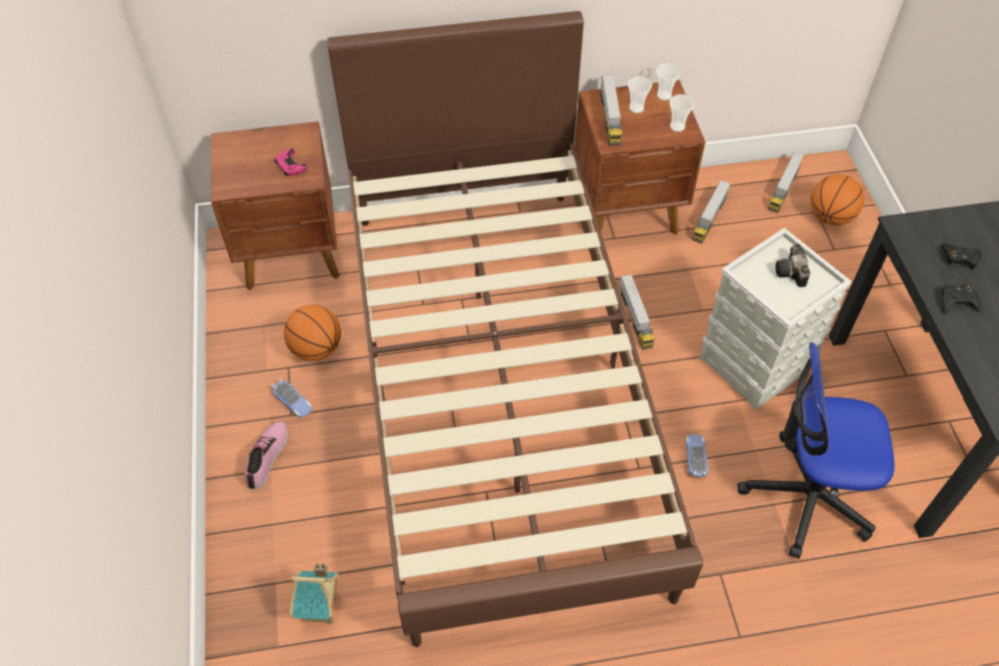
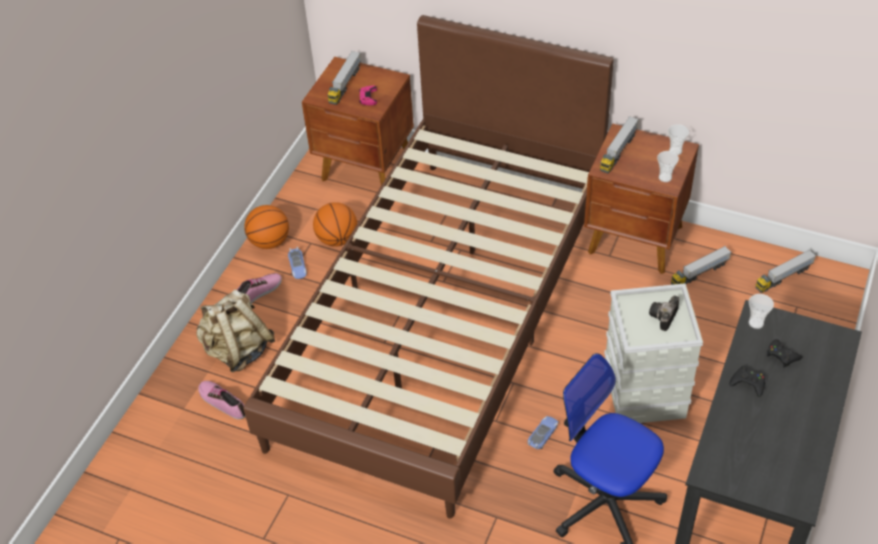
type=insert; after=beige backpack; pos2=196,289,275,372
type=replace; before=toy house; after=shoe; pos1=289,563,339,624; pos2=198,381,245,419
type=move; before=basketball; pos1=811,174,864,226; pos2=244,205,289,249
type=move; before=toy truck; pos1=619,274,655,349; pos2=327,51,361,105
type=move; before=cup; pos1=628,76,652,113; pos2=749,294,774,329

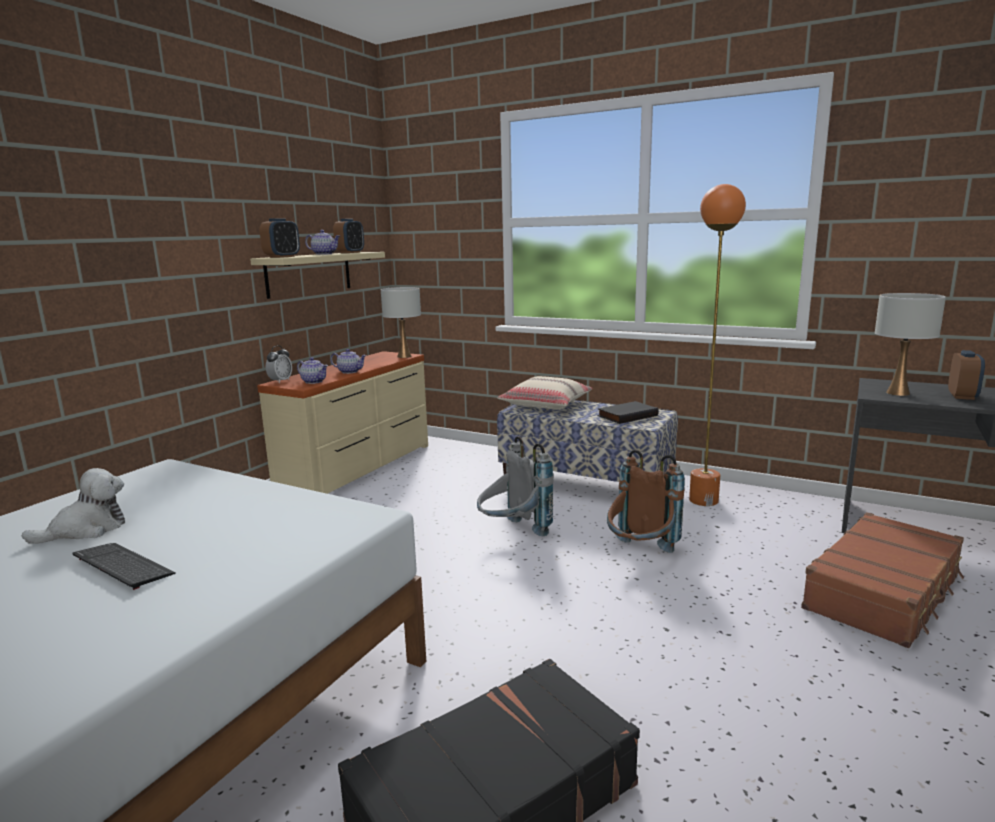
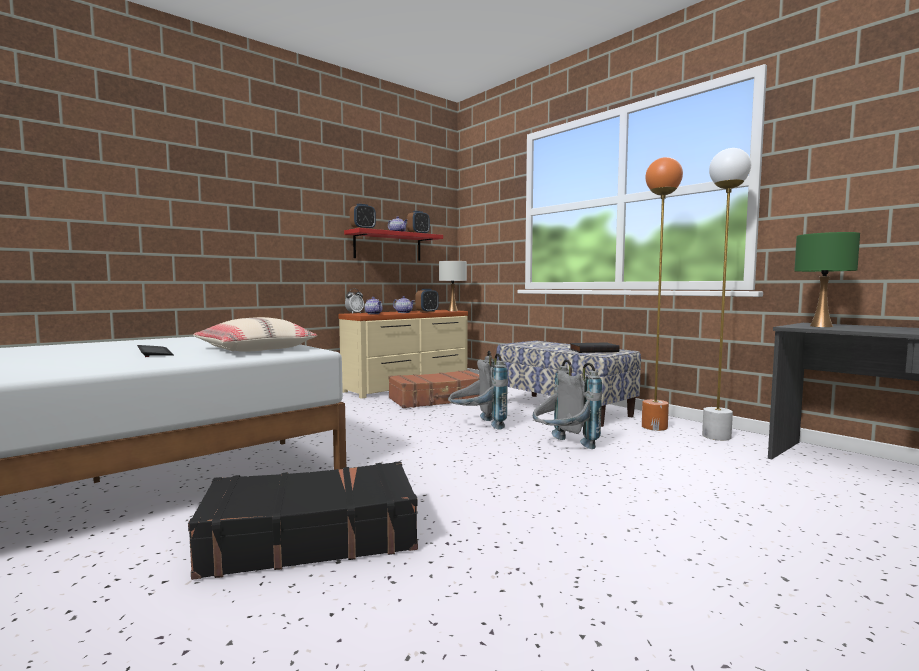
type=move; before=beige pillow; pos1=497,376,593,410; pos2=193,317,317,352
type=recolor; before=beige shelf; after=red shelf; pos1=250,252,385,299; pos2=344,228,443,261
type=move; before=brown suitcase; pos1=801,512,964,648; pos2=388,370,480,408
type=move; before=alarm clock; pos1=948,350,985,400; pos2=415,289,439,312
type=recolor; before=brown backpack; after=grey backpack; pos1=607,450,685,553; pos2=533,359,602,449
type=insert; after=white floor lamp; pos2=702,148,751,441
type=recolor; before=white table lamp; after=green table lamp; pos1=875,293,946,396; pos2=794,232,860,327
type=delete; before=plush toy; pos1=22,468,125,544

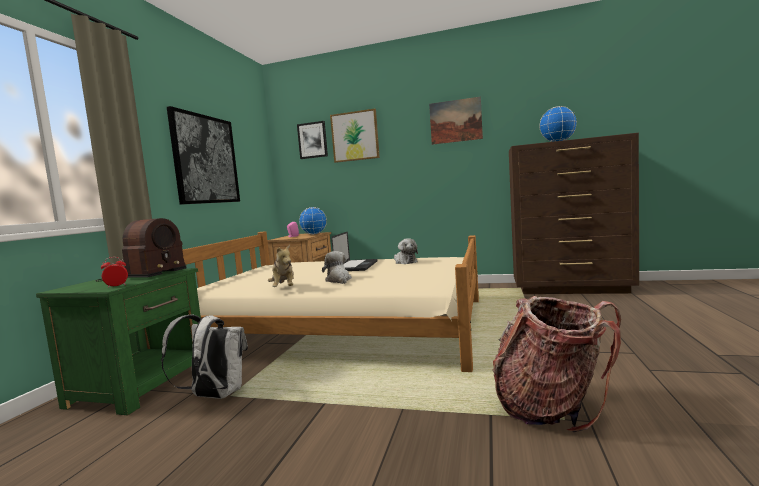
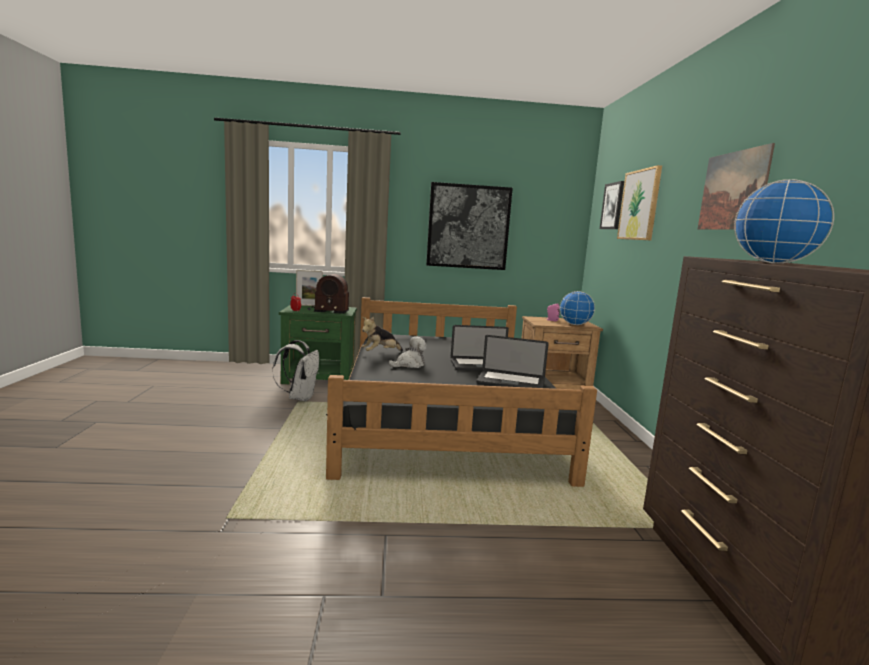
type=insert; after=picture frame; pos2=296,270,323,306
type=recolor; before=beige bed; after=black bed; pos1=183,231,479,372; pos2=326,297,597,487
type=replace; before=plush toy; after=laptop; pos1=394,238,418,264; pos2=476,335,549,388
type=delete; before=backpack; pos1=492,296,621,432

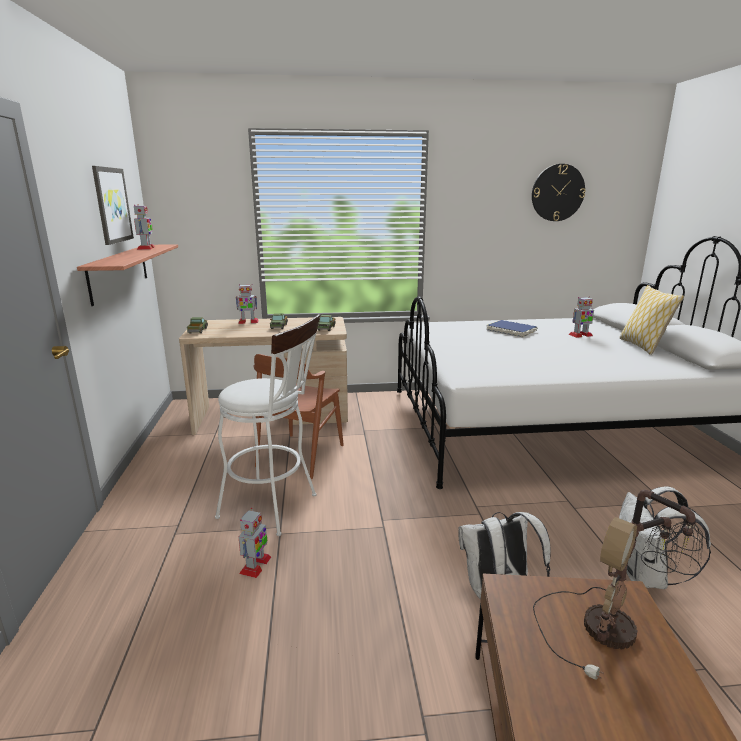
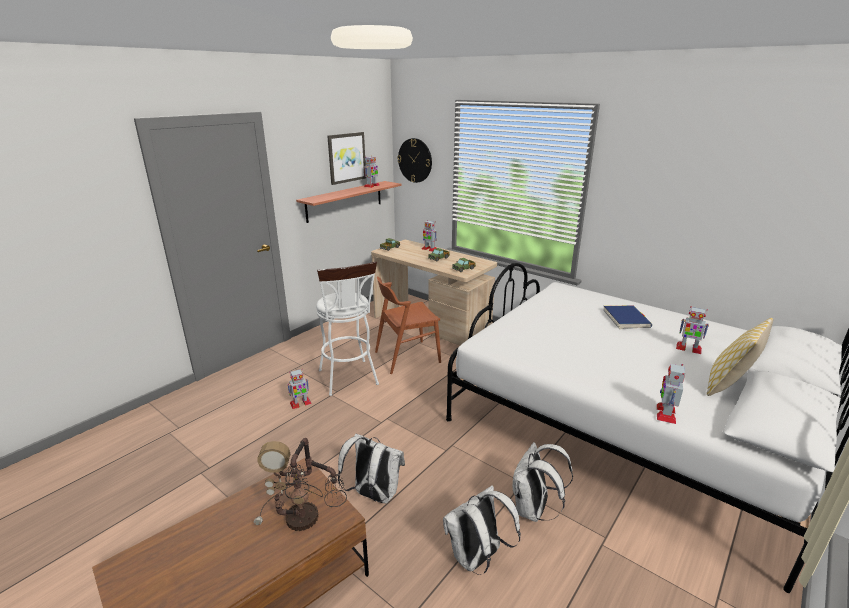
type=move; before=wall clock; pos1=532,164,586,221; pos2=397,138,432,183
type=insert; after=white backpack; pos2=513,442,573,522
type=insert; after=toy robot; pos2=657,364,685,424

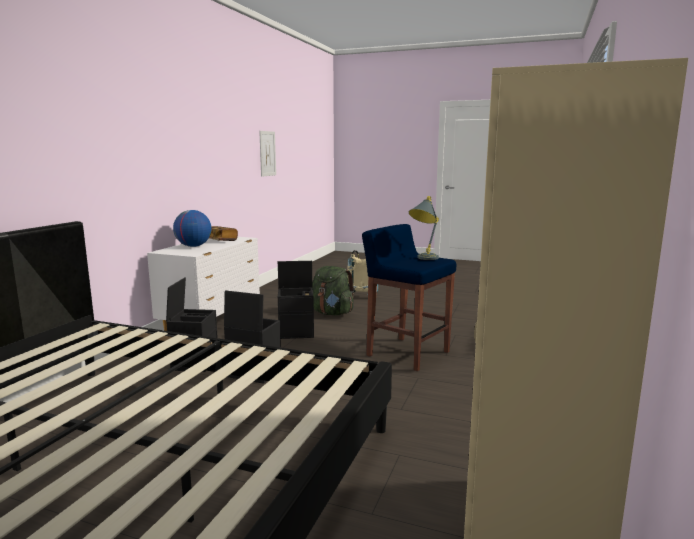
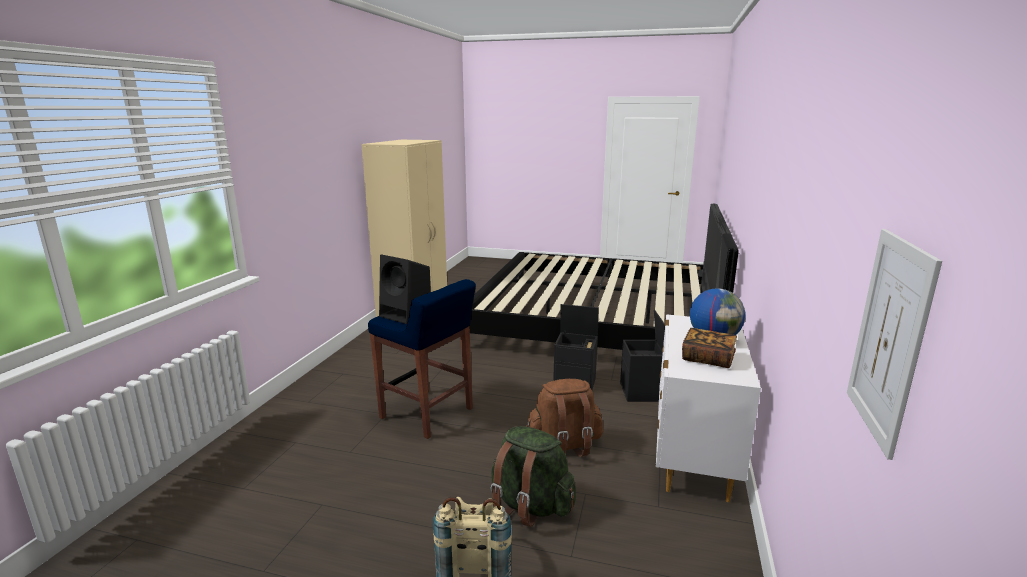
type=replace; before=grey table lamp; after=black speaker; pos1=409,196,439,260; pos2=379,254,431,324
type=replace; before=black storage box; after=brown backpack; pos1=278,261,314,339; pos2=526,379,603,457

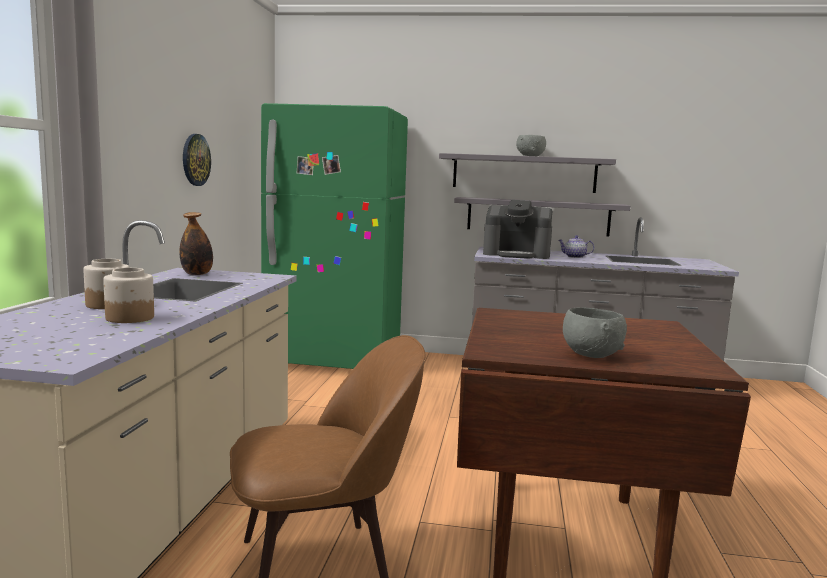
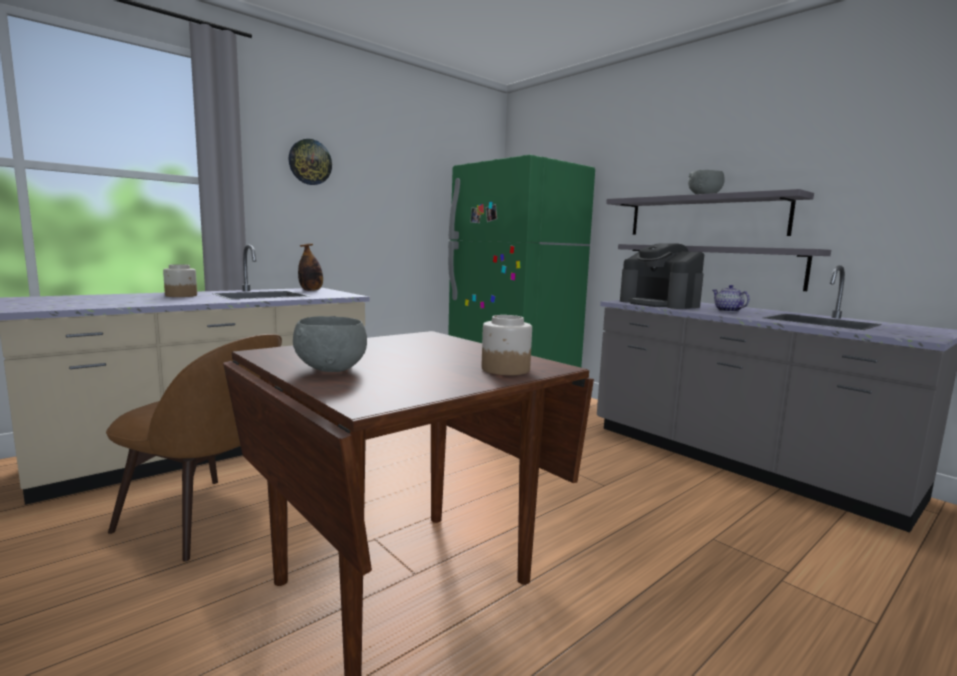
type=move; before=wall clock; pos1=183,134,211,186; pos2=289,139,332,185
type=move; before=jar; pos1=103,268,154,323; pos2=482,315,532,375

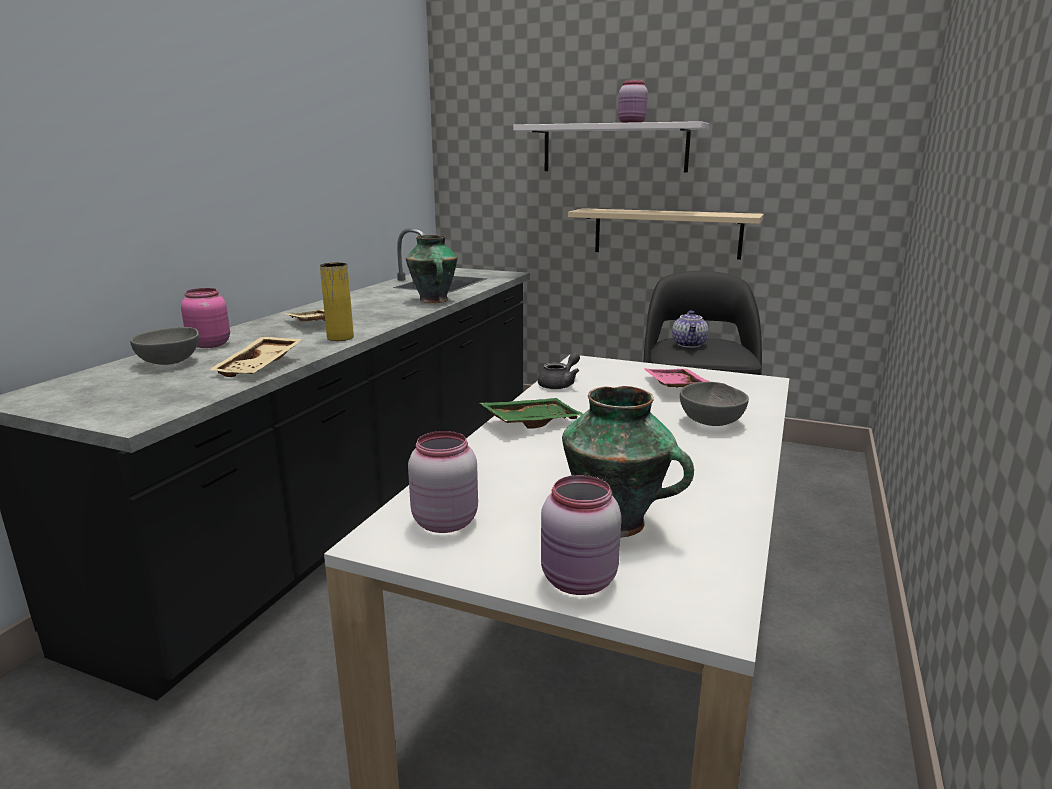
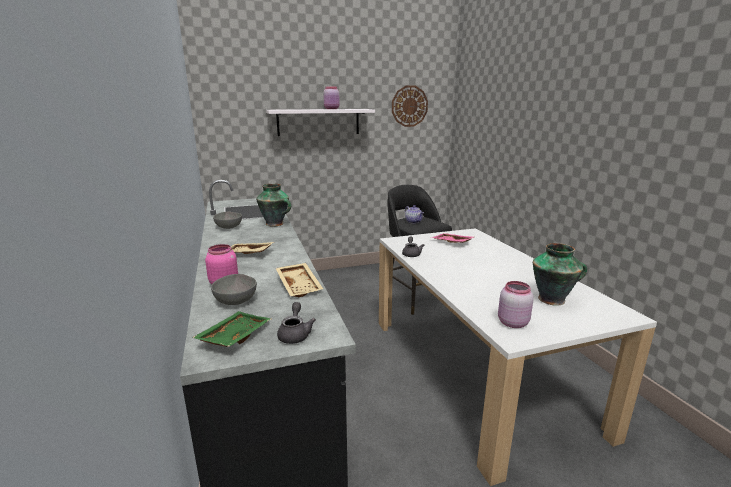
type=move; before=green tray; pos1=480,398,583,429; pos2=192,311,271,347
type=move; before=grey bowl; pos1=680,382,749,426; pos2=213,212,242,229
type=insert; after=grey teapot; pos2=277,302,316,344
type=insert; after=wall clock; pos2=392,86,428,127
type=delete; before=yellow vase; pos1=320,263,354,341
type=delete; before=pink jar; pos1=541,475,621,595
type=delete; before=beige shelf; pos1=568,208,764,260

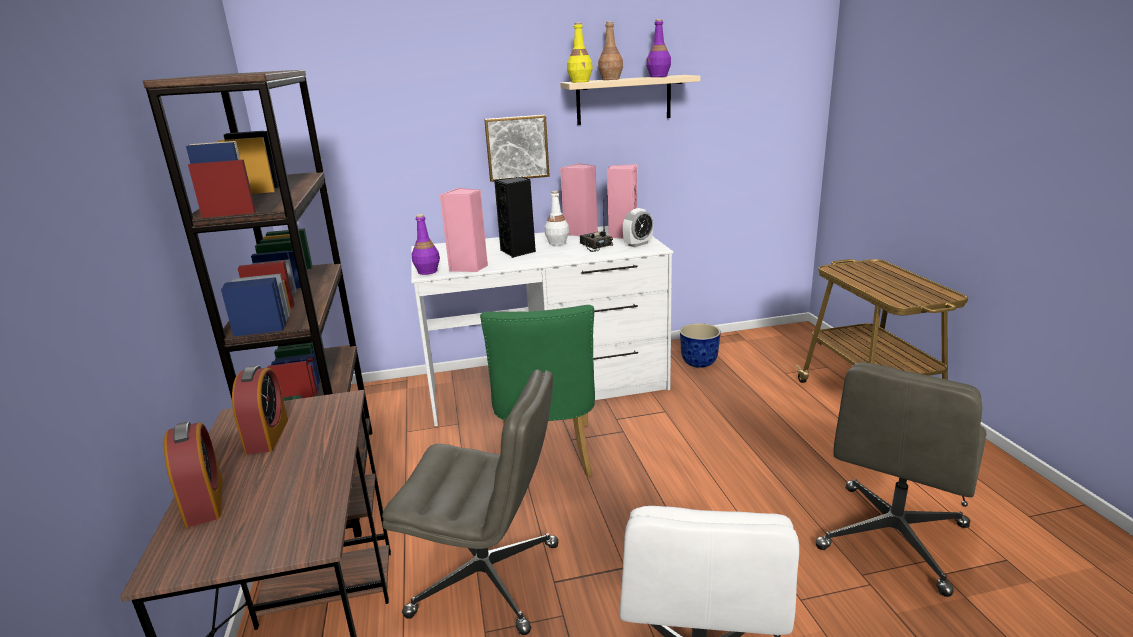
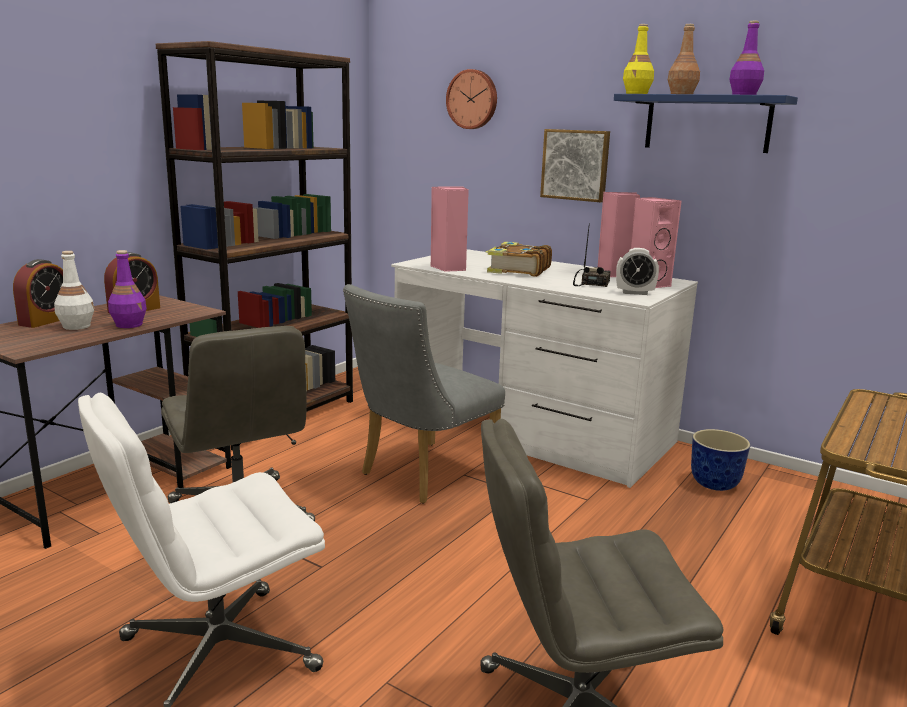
type=move; before=white bottle; pos1=545,191,569,245; pos2=54,251,94,330
type=move; before=purple bottle; pos1=412,214,440,275; pos2=108,250,147,328
type=recolor; before=green chair; after=grey chair; pos1=480,305,595,477; pos2=343,284,505,504
type=insert; after=wall clock; pos2=446,69,497,129
type=replace; before=black speaker; after=book; pos1=494,177,536,258; pos2=486,242,552,277
type=recolor; before=beige shelf; after=blue shelf; pos1=560,75,701,125; pos2=614,94,798,153

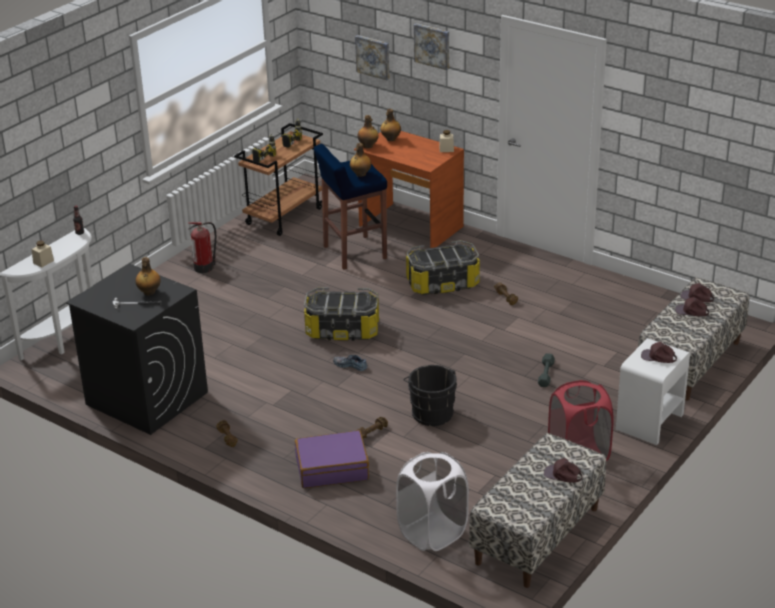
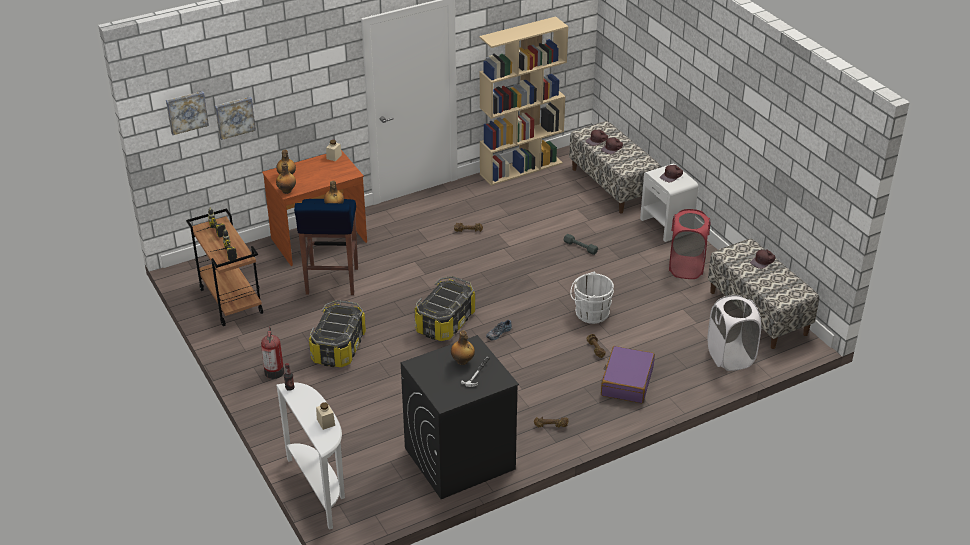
type=move; before=picture; pos1=414,23,449,70; pos2=166,91,209,135
type=move; before=storage box; pos1=406,240,480,295; pos2=309,300,366,367
type=insert; after=beige bookcase; pos2=479,16,568,186
type=recolor; before=black bucket; after=white bucket; pos1=403,365,457,426; pos2=570,272,614,324

